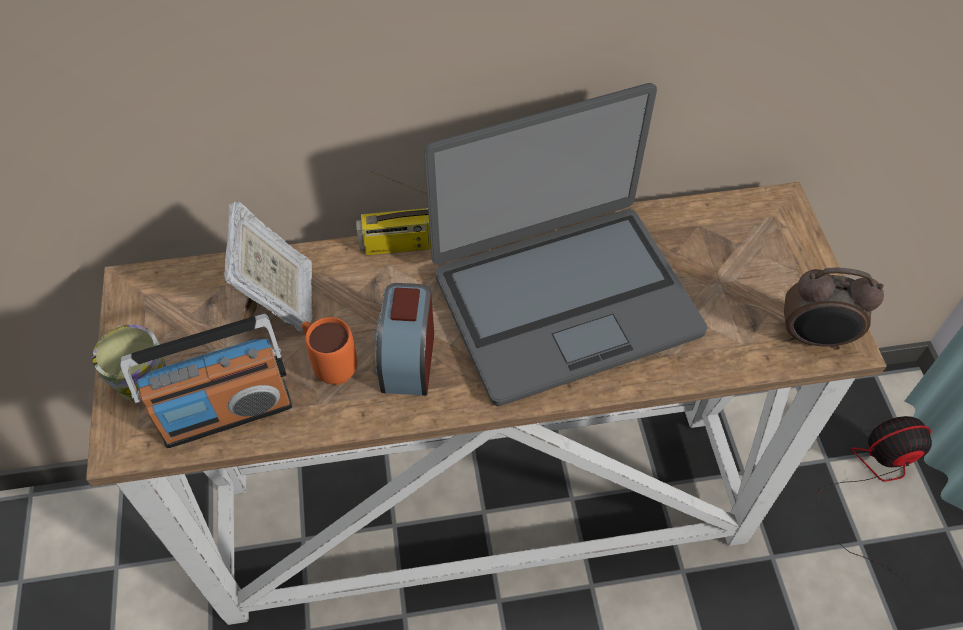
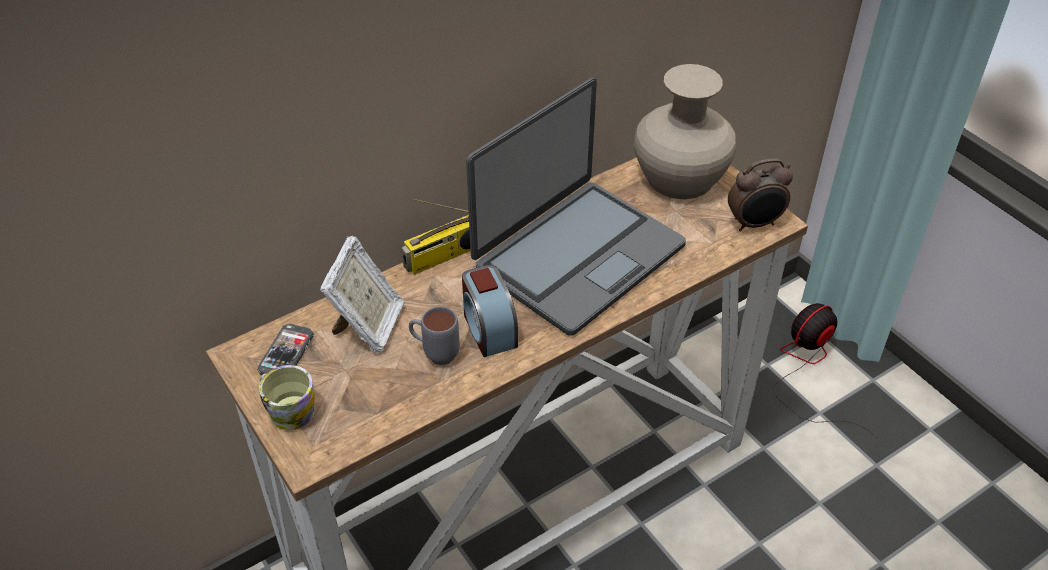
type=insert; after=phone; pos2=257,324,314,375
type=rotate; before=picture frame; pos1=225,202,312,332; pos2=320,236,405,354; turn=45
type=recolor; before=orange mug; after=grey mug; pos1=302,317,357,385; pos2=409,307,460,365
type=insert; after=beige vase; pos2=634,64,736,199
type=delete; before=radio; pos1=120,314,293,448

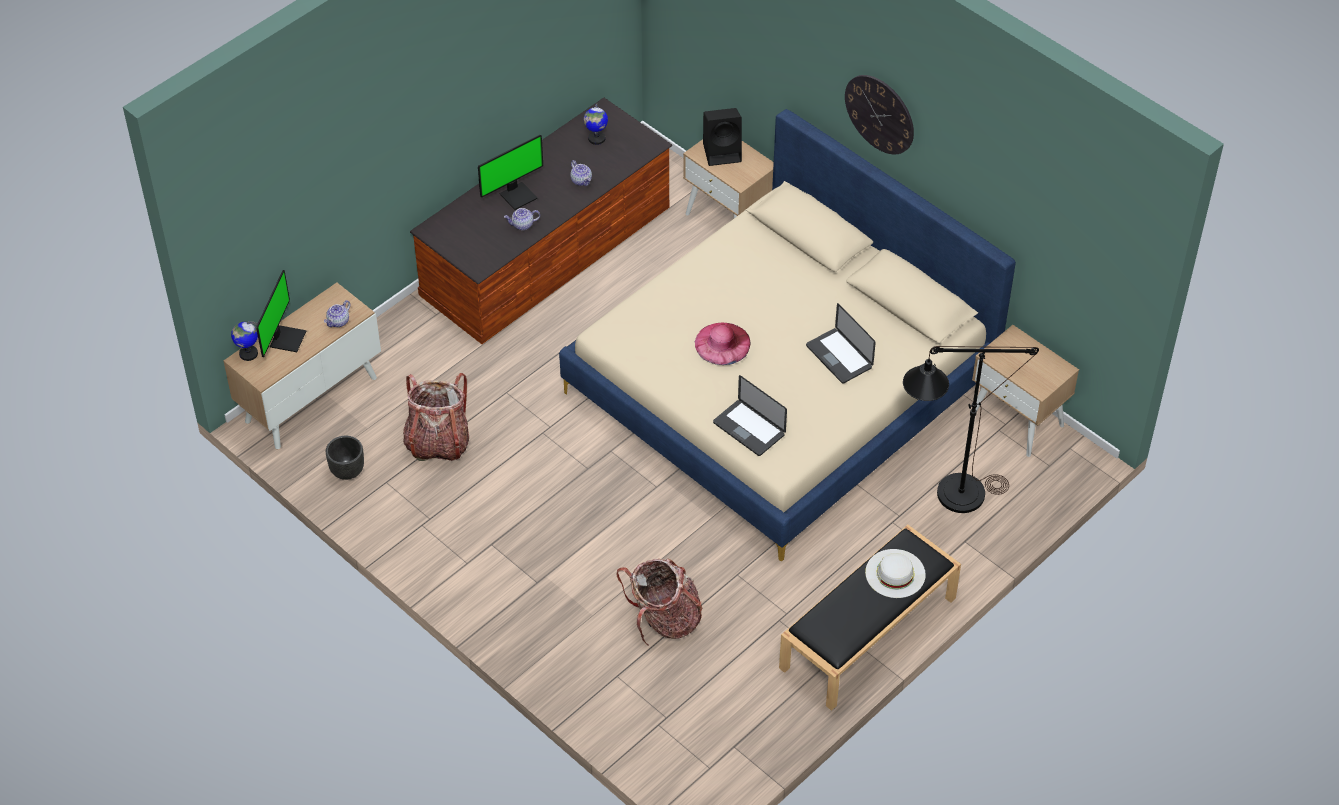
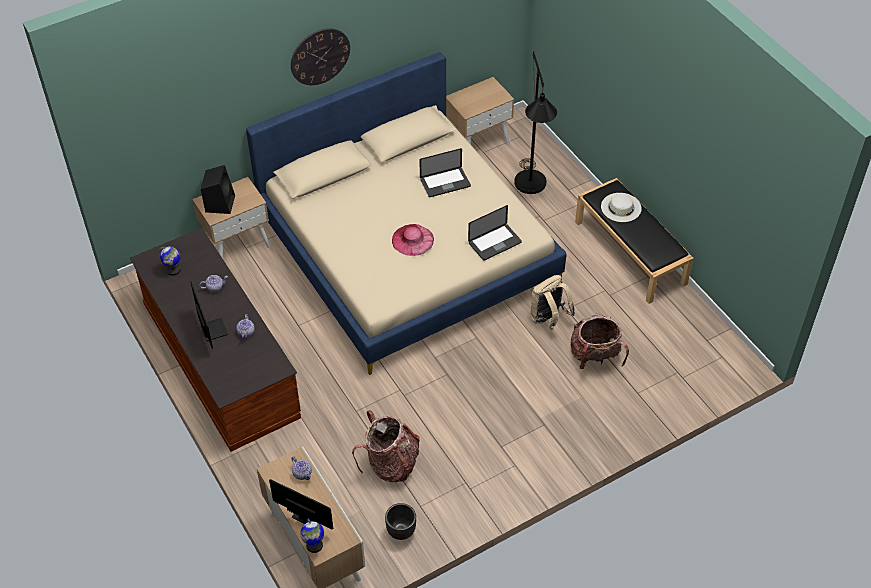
type=insert; after=beige backpack; pos2=530,275,575,330

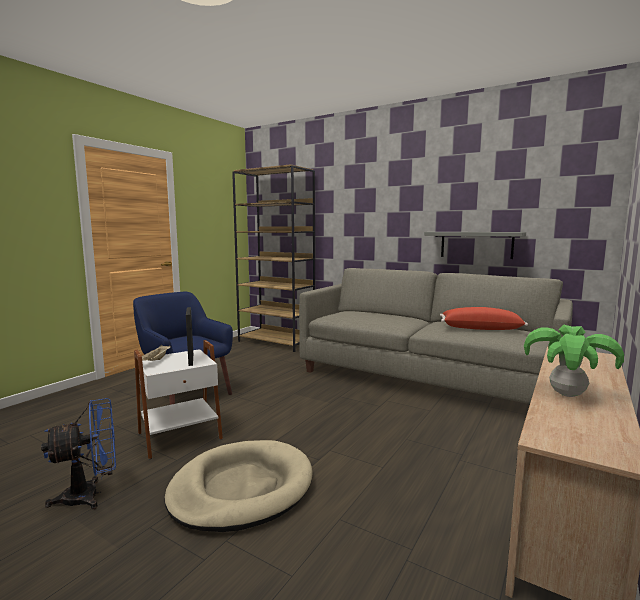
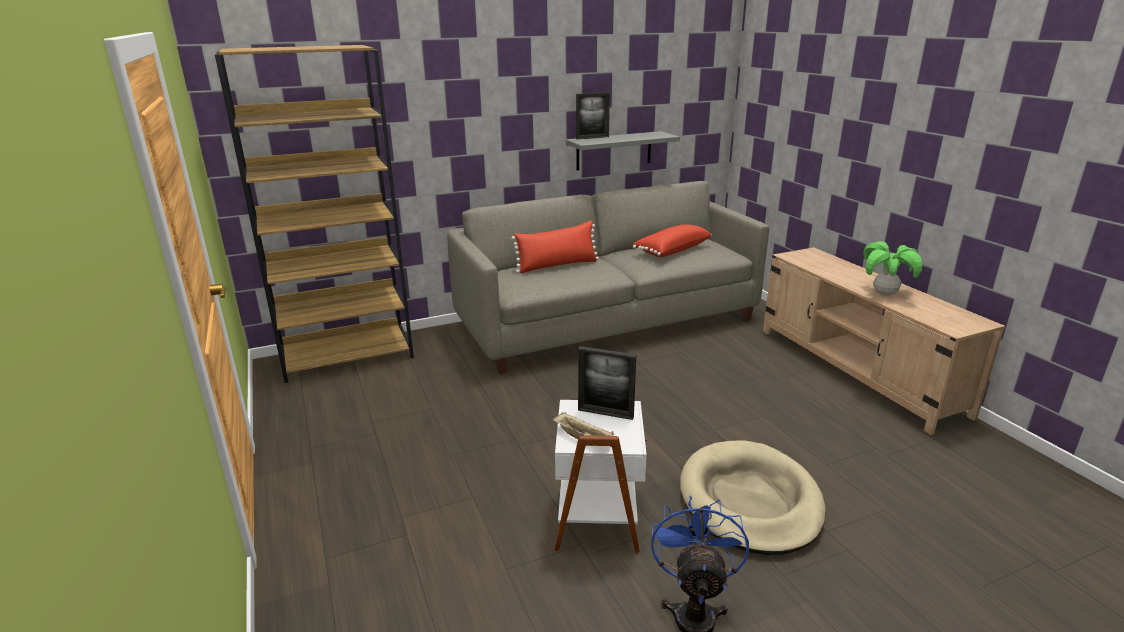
type=insert; after=red pillow; pos2=511,221,599,274
type=insert; after=picture frame; pos2=576,92,610,139
type=delete; before=blue armchair; pos1=133,292,233,405

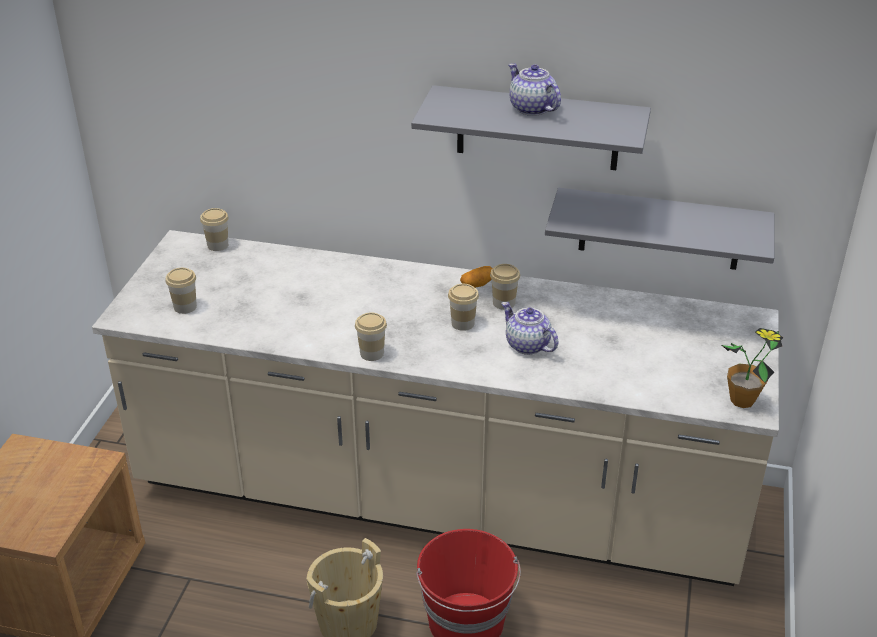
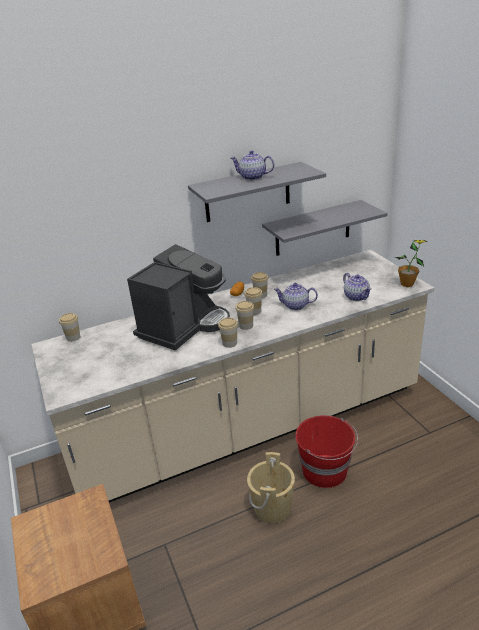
type=insert; after=coffee machine; pos2=127,244,230,351
type=move; before=cup; pos1=165,268,197,314; pos2=235,301,254,330
type=insert; after=teapot; pos2=343,273,372,301

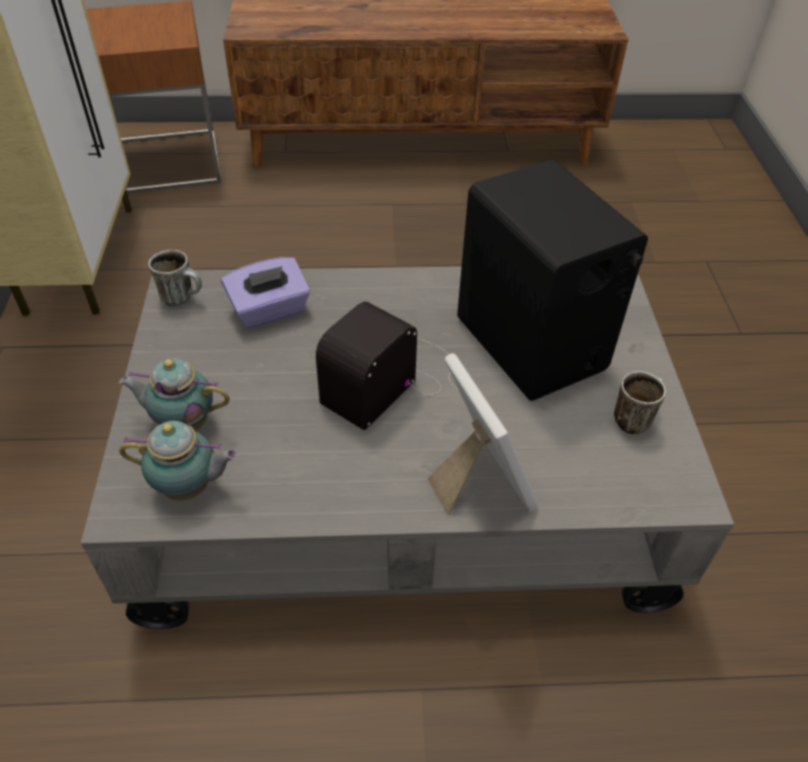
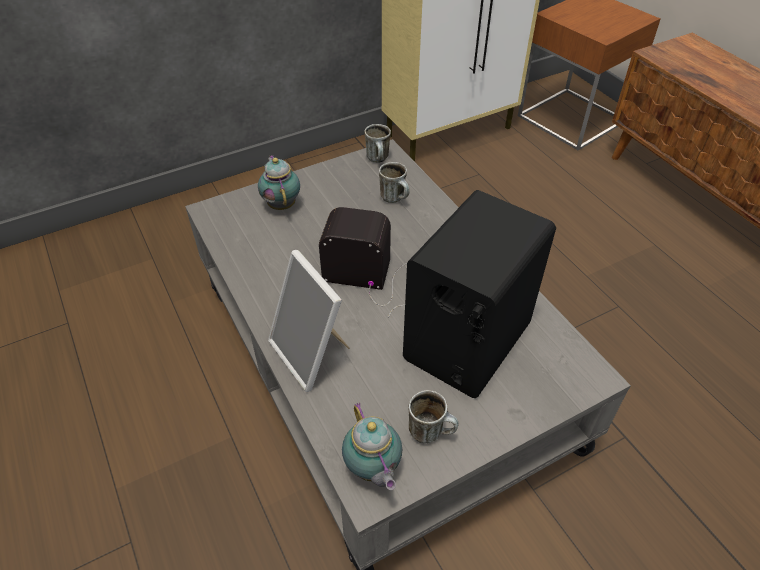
type=rotate; before=picture frame; pos1=428,353,538,515; pos2=268,250,350,392; turn=105
type=move; before=teapot; pos1=119,421,238,501; pos2=342,402,402,490
type=replace; before=purple tissue box; after=mug; pos1=221,257,310,329; pos2=379,162,410,203

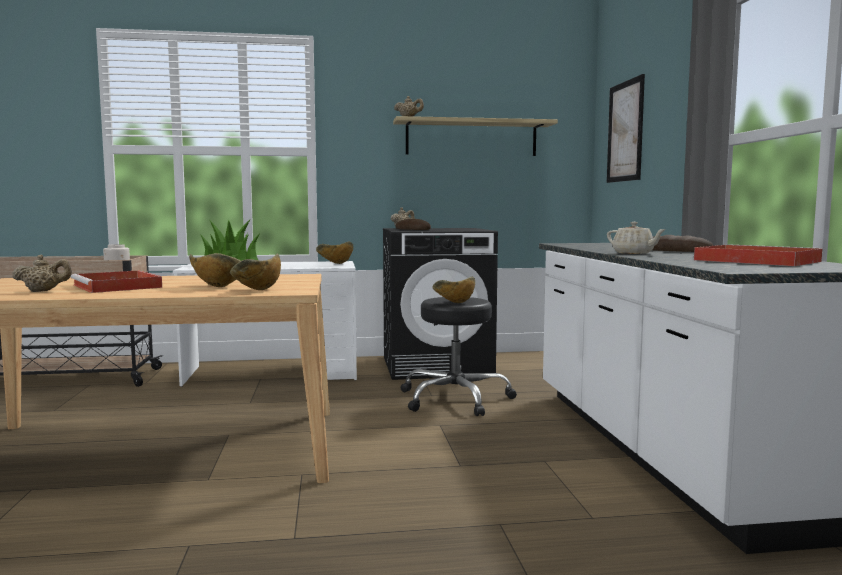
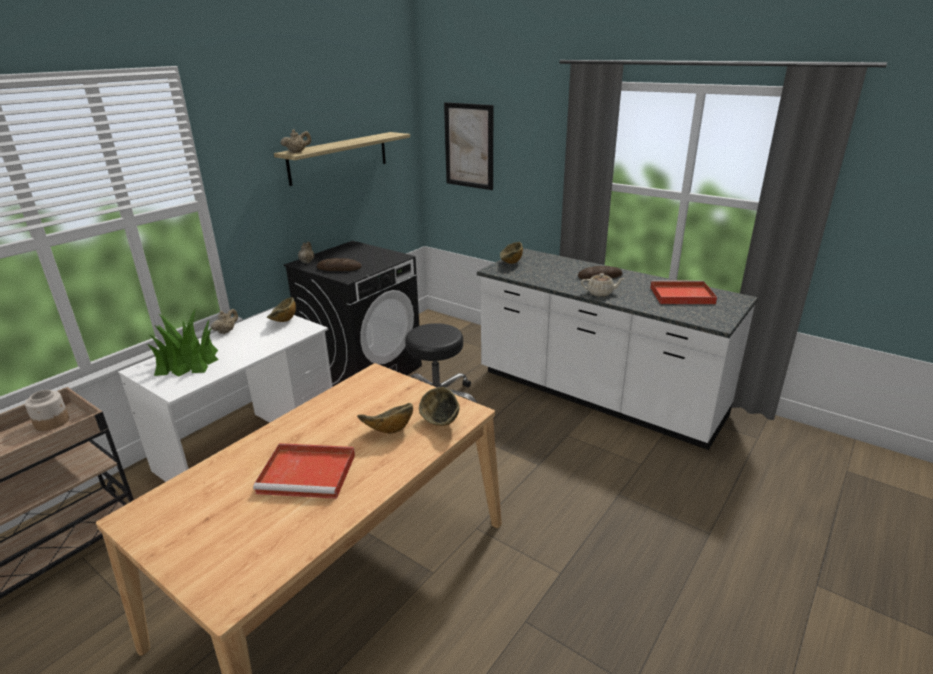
type=move; before=beige teapot; pos1=12,255,72,292; pos2=211,309,238,334
type=move; before=bowl; pos1=432,277,475,303; pos2=500,242,523,264

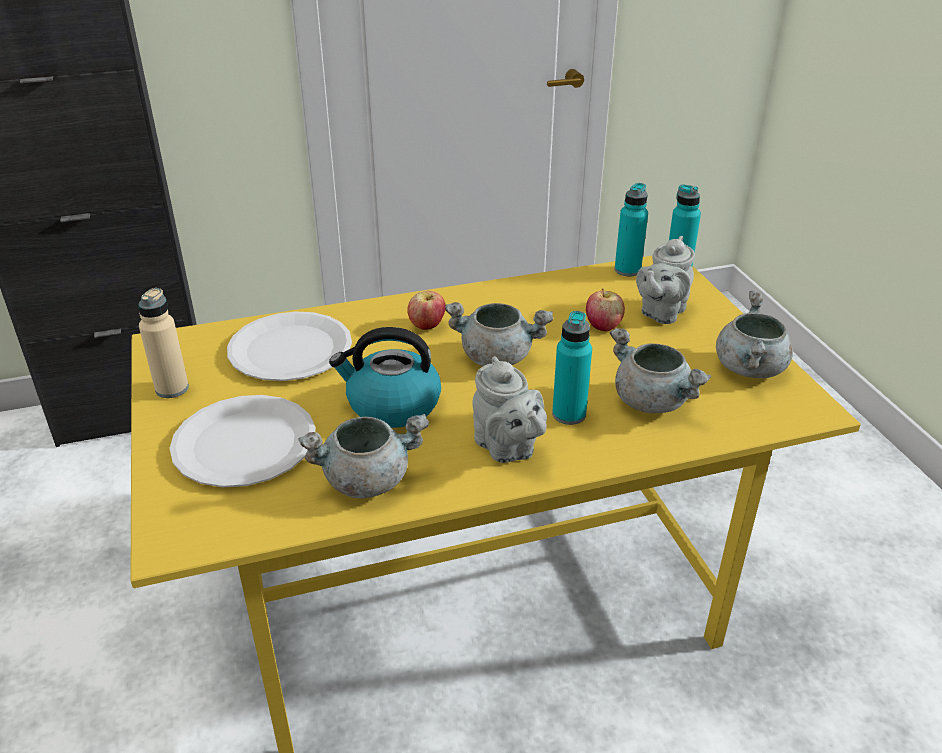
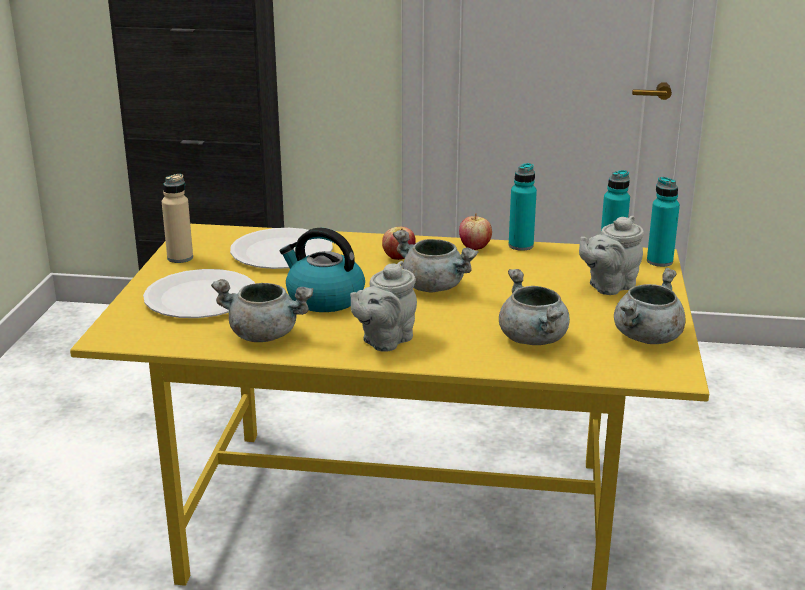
type=rotate; before=grey teapot; pos1=472,356,547,463; pos2=350,261,417,352; turn=45
type=move; before=apple; pos1=586,288,625,331; pos2=459,213,492,250
type=move; before=turquoise bottle; pos1=552,311,592,425; pos2=509,163,537,251

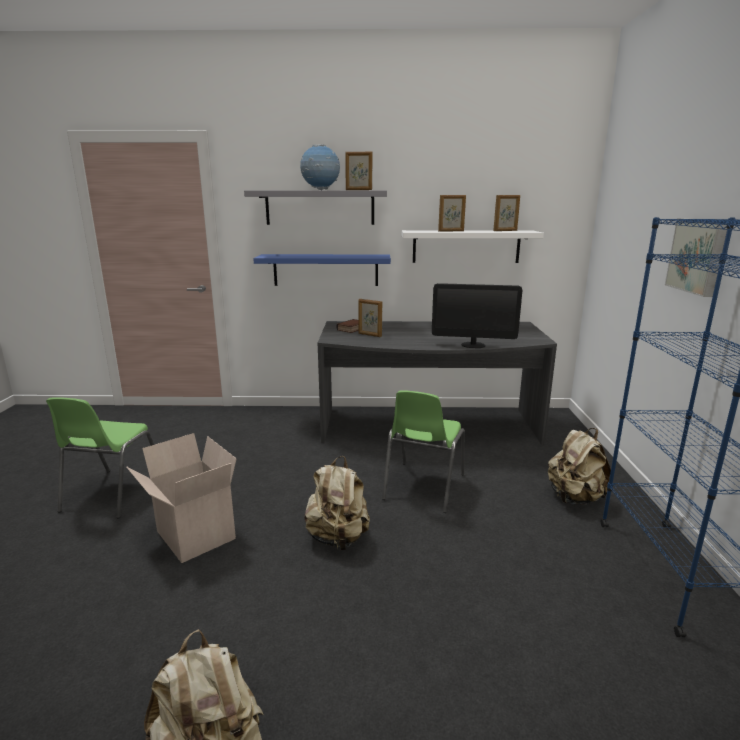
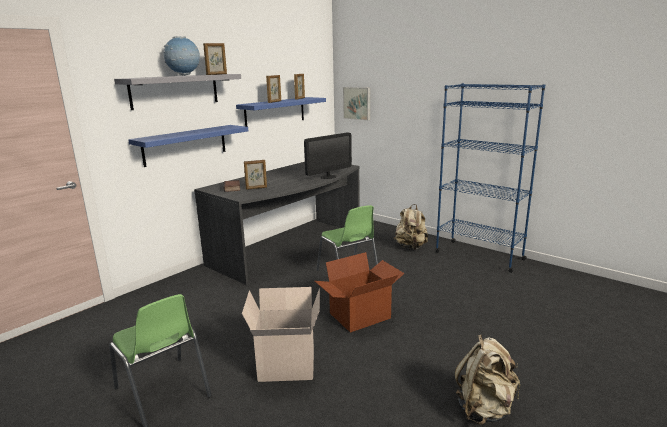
type=recolor; before=white shelf; after=blue shelf; pos1=401,230,544,263; pos2=236,97,326,127
type=replace; before=beige backpack; after=cardboard box; pos1=304,456,370,551; pos2=315,252,405,333
type=move; before=picture; pos1=665,218,727,297; pos2=343,87,370,120

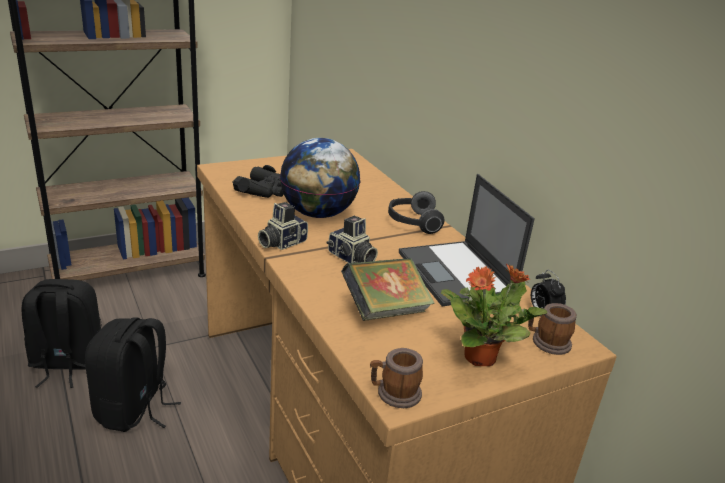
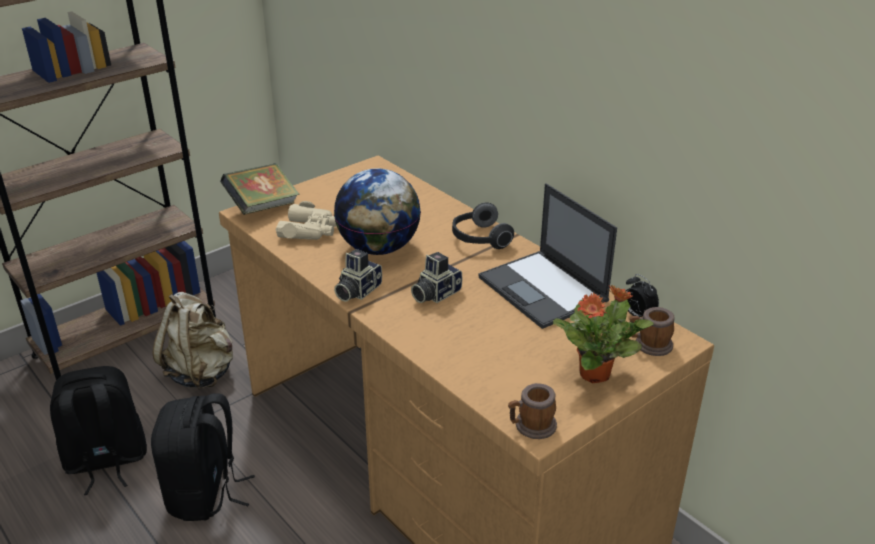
type=insert; after=beige backpack; pos2=152,292,233,390
type=move; before=book; pos1=341,258,435,321; pos2=220,163,299,215
type=recolor; before=black binoculars; after=beige binoculars; pos1=233,165,284,198; pos2=275,201,337,240
type=rotate; before=photo camera; pos1=326,216,378,263; pos2=411,252,462,303; turn=105

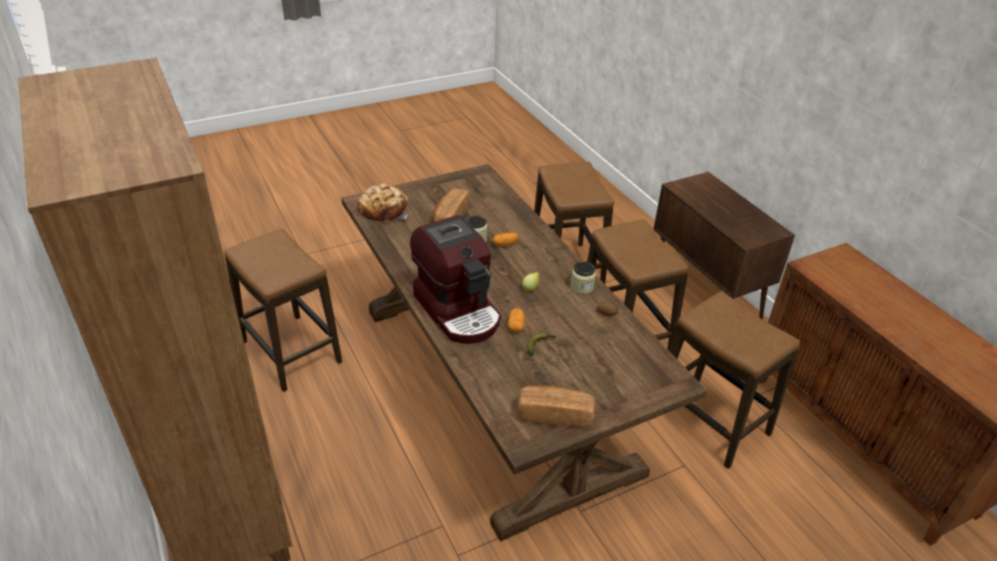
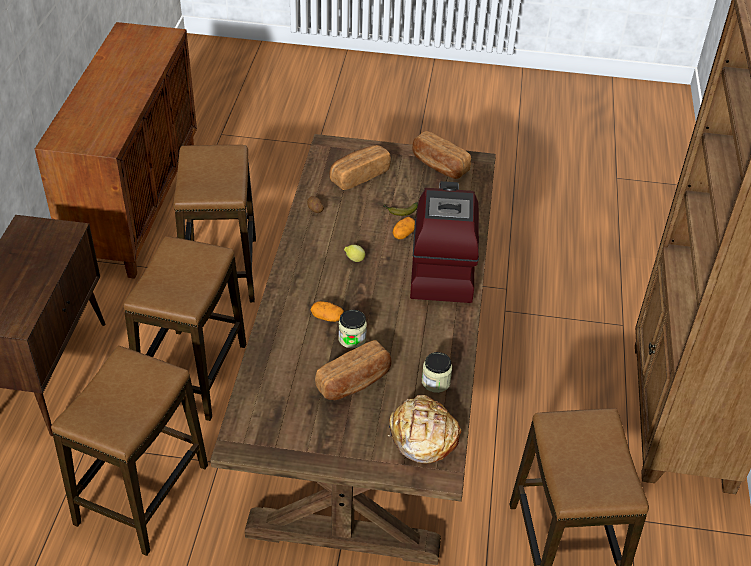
type=insert; after=bread; pos2=329,145,391,190
type=move; before=jar; pos1=571,261,596,294; pos2=422,352,452,393

